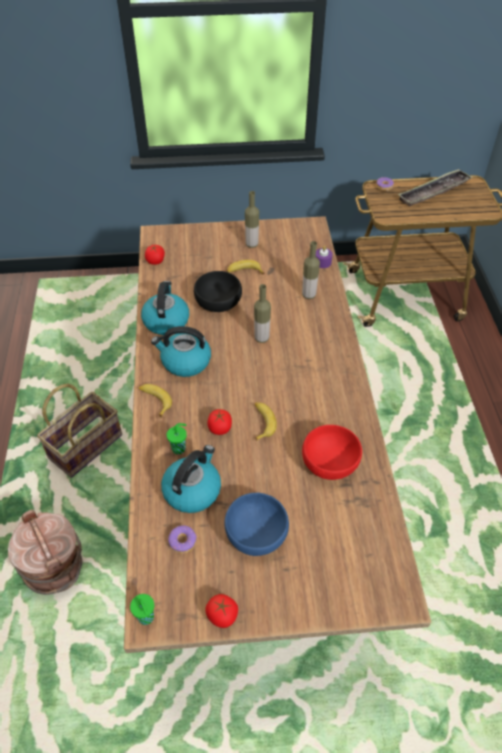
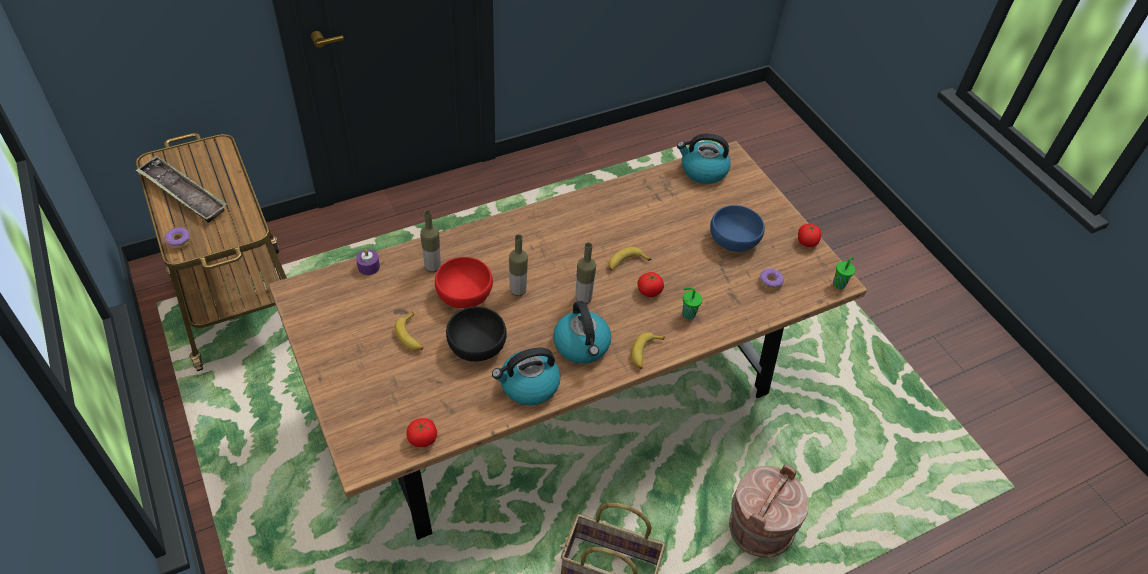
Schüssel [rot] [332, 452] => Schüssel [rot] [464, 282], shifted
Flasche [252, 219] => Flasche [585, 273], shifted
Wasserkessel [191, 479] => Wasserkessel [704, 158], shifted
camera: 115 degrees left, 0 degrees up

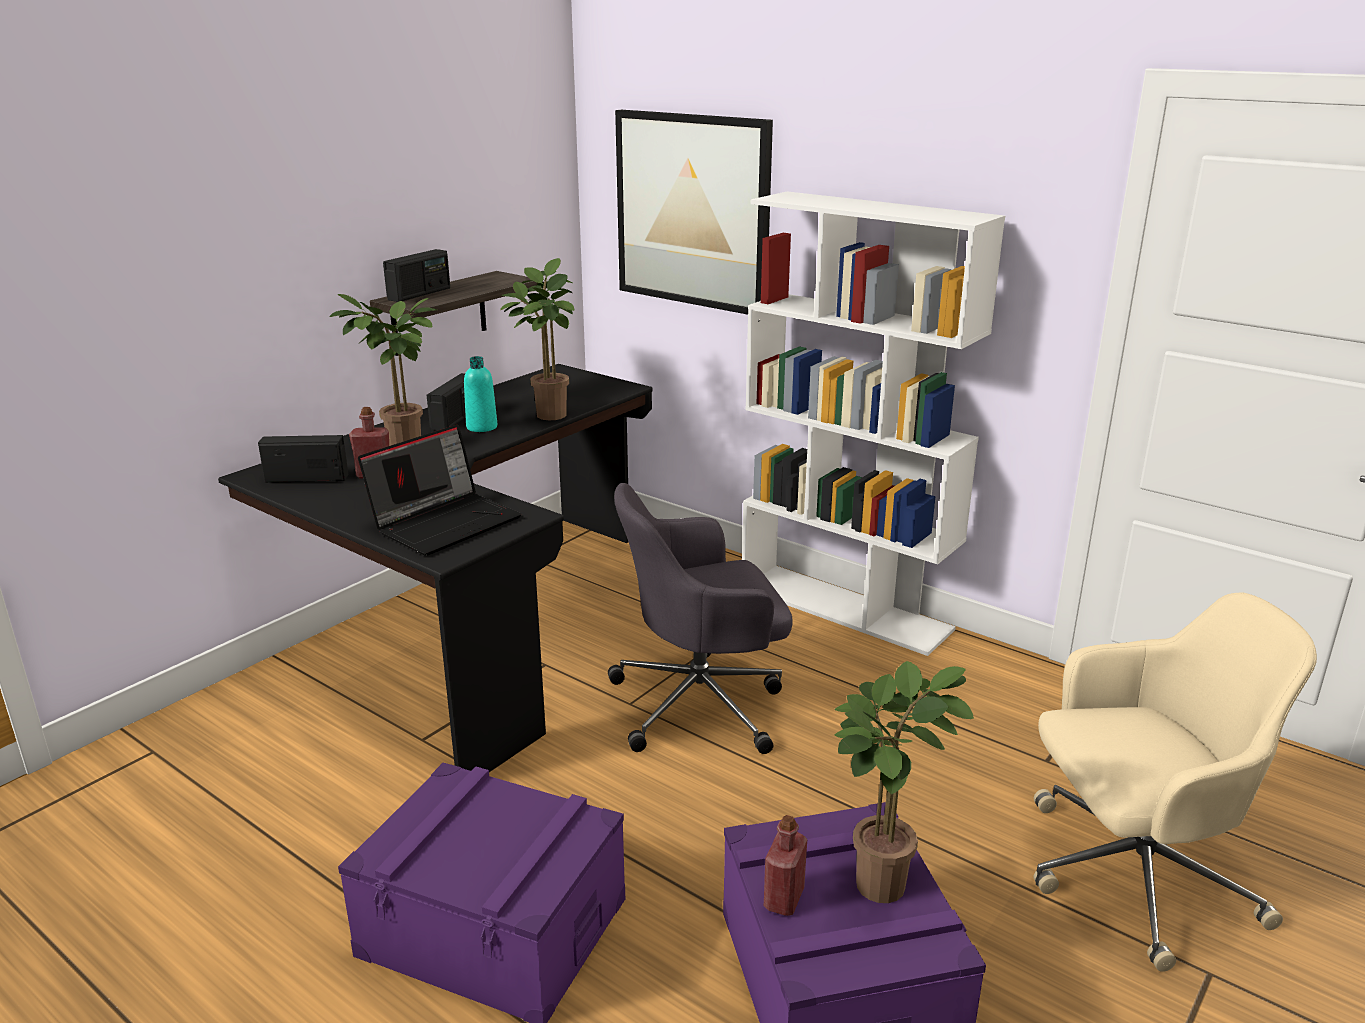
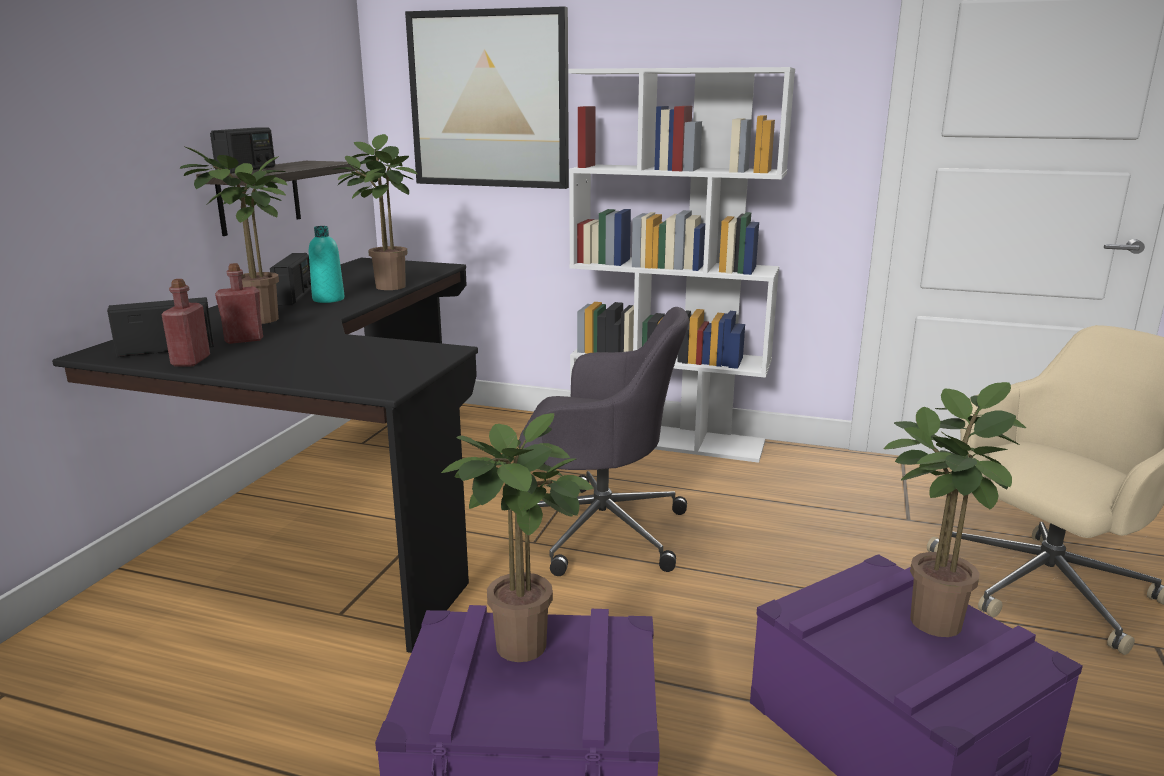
Flasche [rot] [785, 865] => Flasche [rot] [185, 323], shifted
nothing => Topfpflanze [517, 537]
Bürostuhl [grau] [700, 618] => Bürostuhl [grau] [604, 441], 135 degrees counterclockwise
Laptop [440, 490] => nothing
camera: 20 degrees left, 5 degrees down

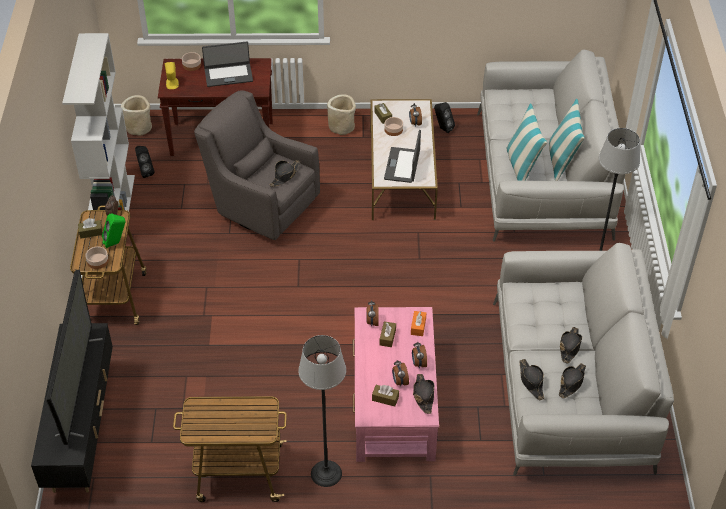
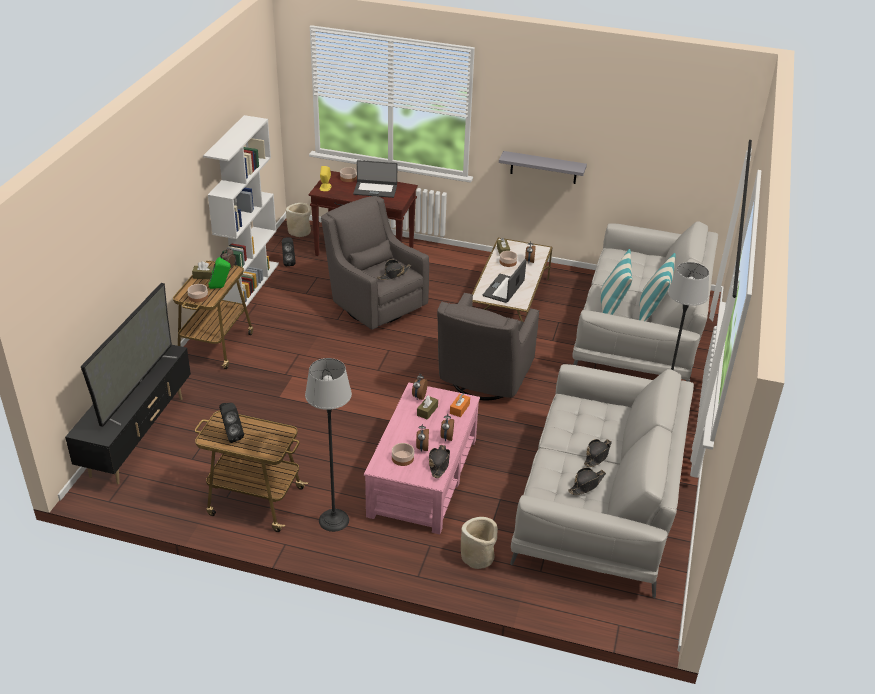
Lautsprecher [schwarz] [444, 117] => Lautsprecher [schwarz] [231, 423], shifted
Taschentuchbox [braun] [385, 396] => Schüssel [403, 454]
nothing => Sessel [grau] [488, 346]
Pflanzkübel [beige] [341, 114] => Pflanzkübel [beige] [479, 543], shifted
nothing => Wandregal [grau] [543, 167]
Hut [schwarz] [531, 379] => nothing
camera: 15 degrees right, 10 degrees down

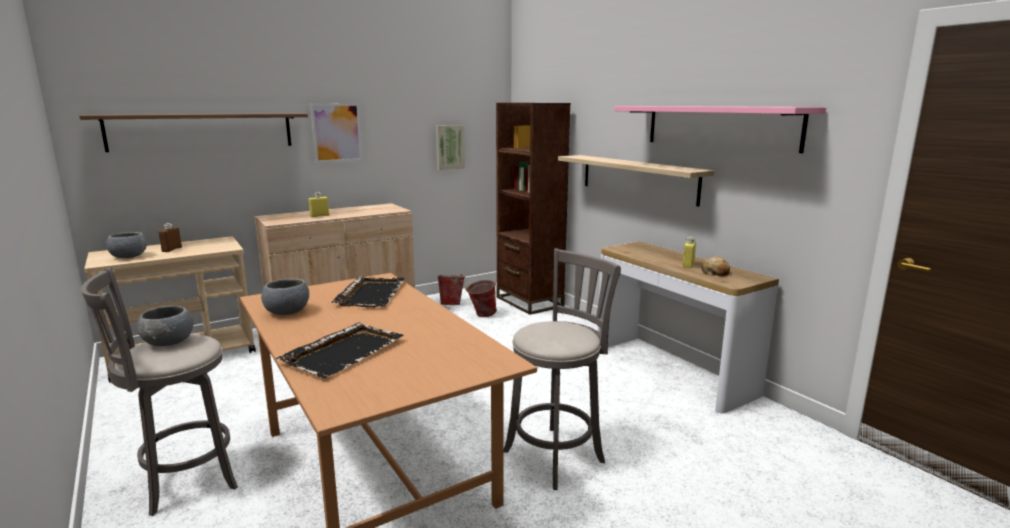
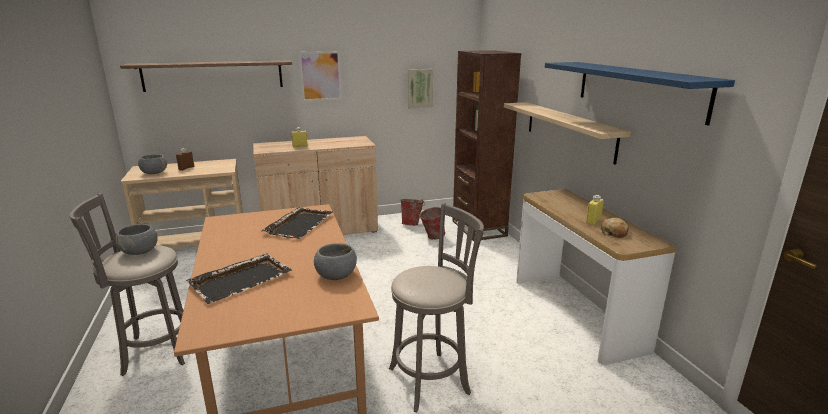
Schüssel [grau] [285, 296] => Schüssel [grau] [335, 261], shifted
Wandregal [rosa] [720, 129] => Wandregal [blau] [640, 93]
camera: 15 degrees right, 5 degrees up

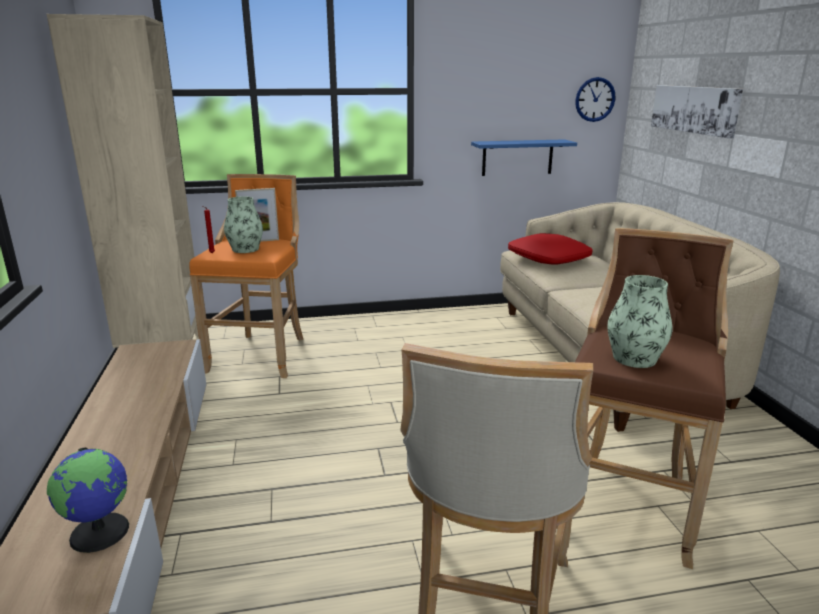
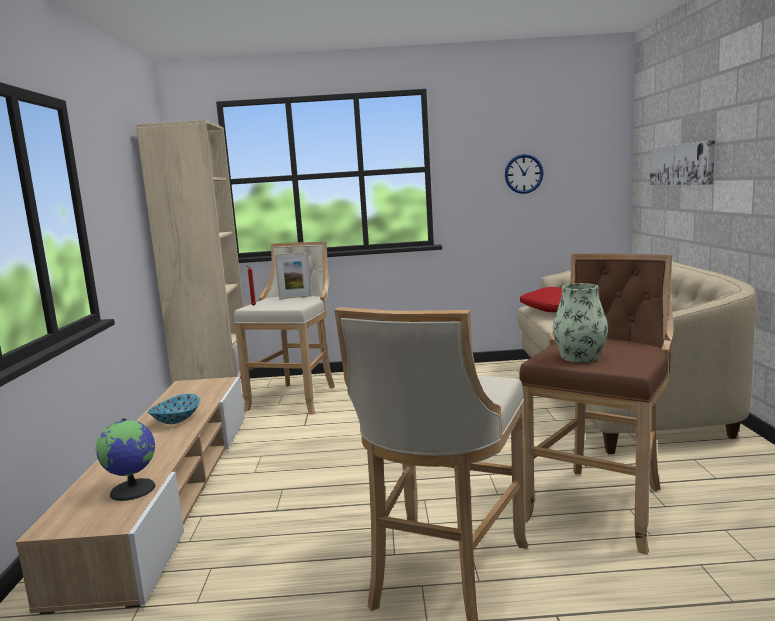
nothing => Schüssel [173, 409]
Hocker [orange] [246, 276] => Hocker [beige] [284, 328]
Wanduhr [595, 99] => Wanduhr [524, 174], shifted
Vase [243, 224] => nothing
Wandregal [blau] [524, 157] => nothing
camera: 10 degrees right, 10 degrees down

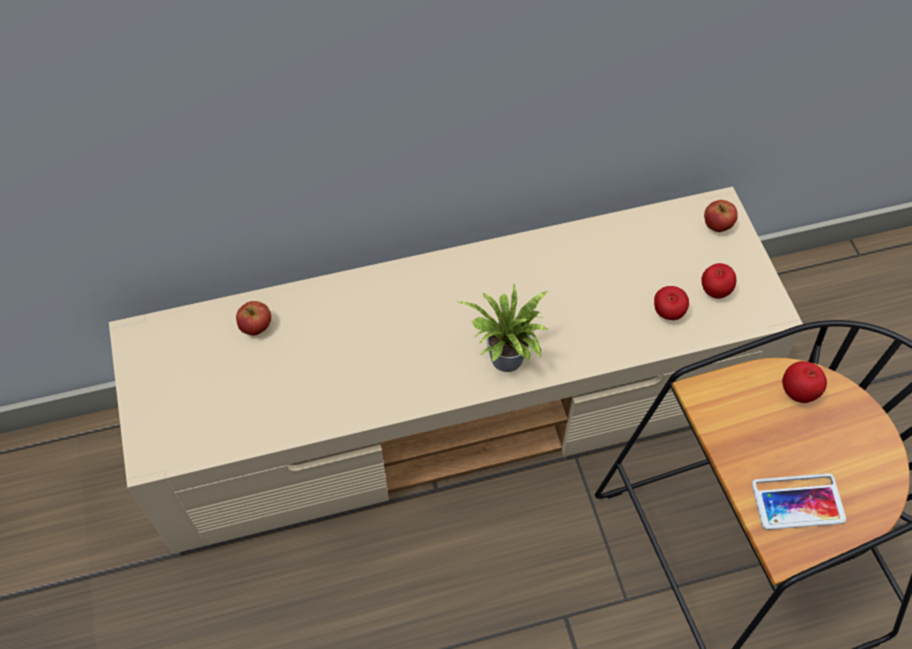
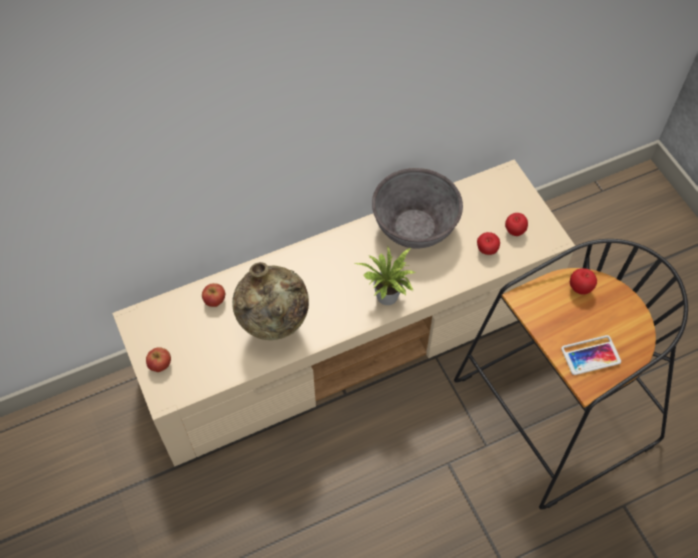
Apfel [721, 216] => Apfel [158, 359], shifted
nothing => Vase [beige] [270, 301]
nothing => Schüssel [grau] [417, 208]
camera: 10 degrees left, 0 degrees up

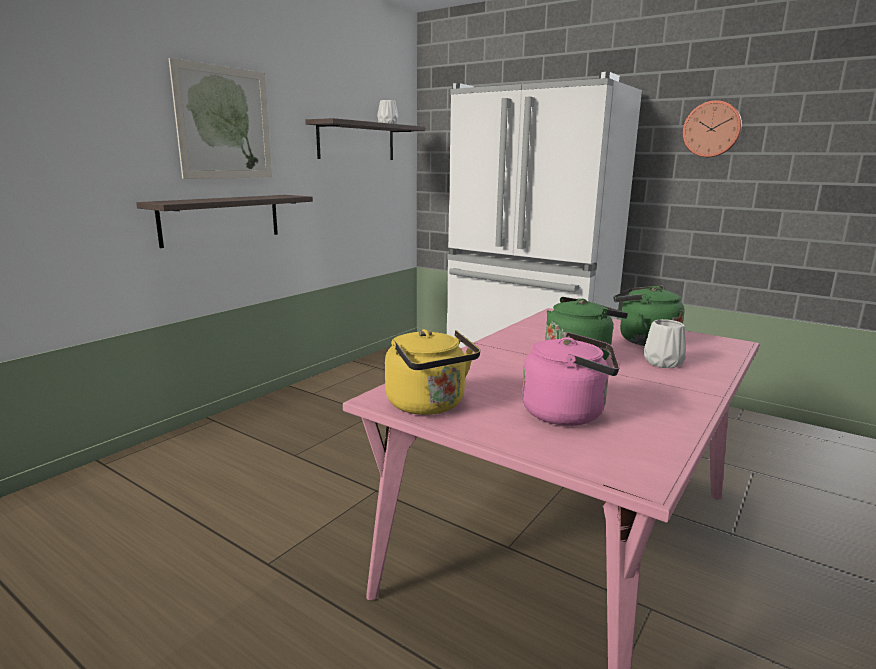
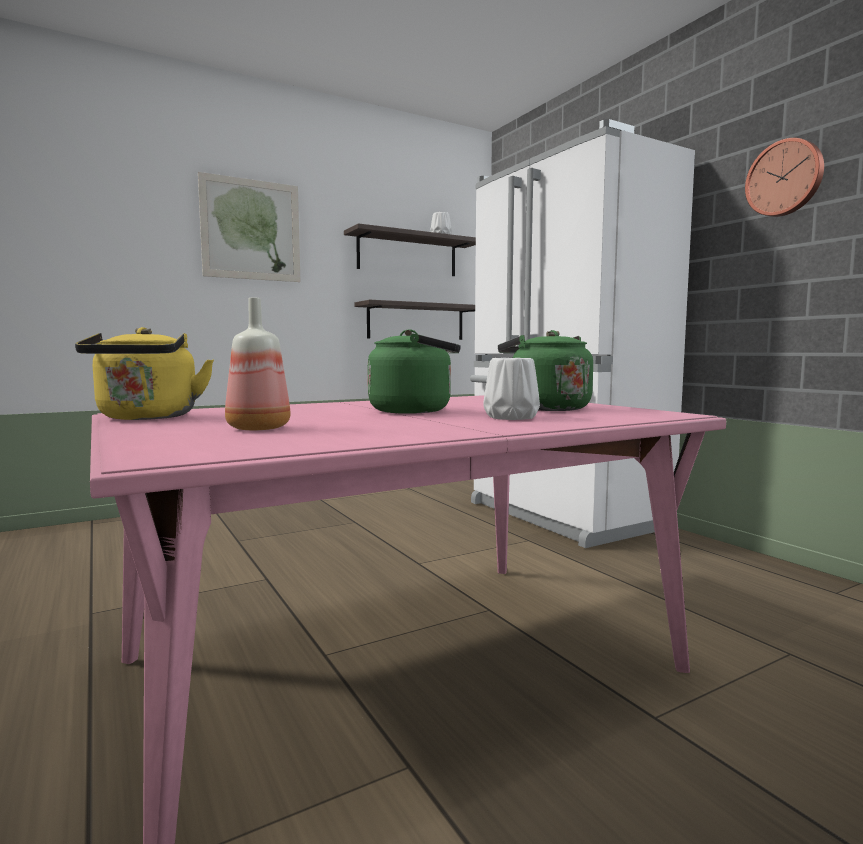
Wasserkessel [rosa] [570, 379] => Flasche [258, 364]
Wandregal [224, 221] => Wandregal [414, 320], shifted
camera: 25 degrees right, 10 degrees down

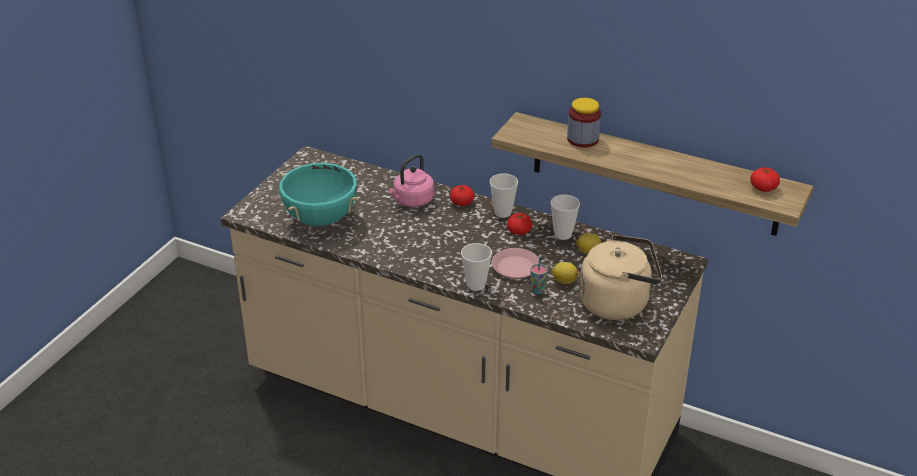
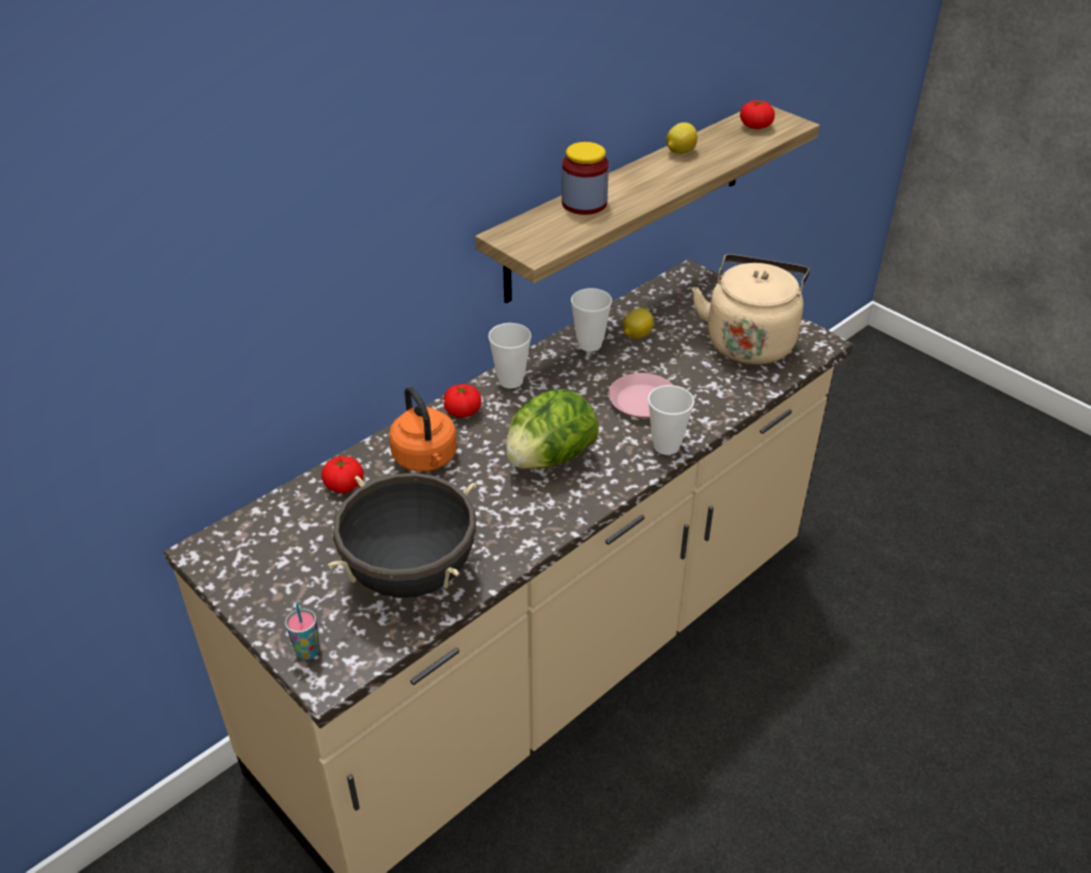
Tasse [539, 275] => Tasse [302, 631], shifted
Tomate [519, 224] => Tomate [343, 474], shifted
Kochtopf [türkis] [318, 194] => Kochtopf [schwarz] [402, 535]
Wasserkessel [rosa] [411, 180] => Wasserkessel [orange] [423, 429]
nothing => Salatkopf [552, 429]
Zitrone [565, 273] => Zitrone [682, 138], shifted
camera: 70 degrees left, 5 degrees up

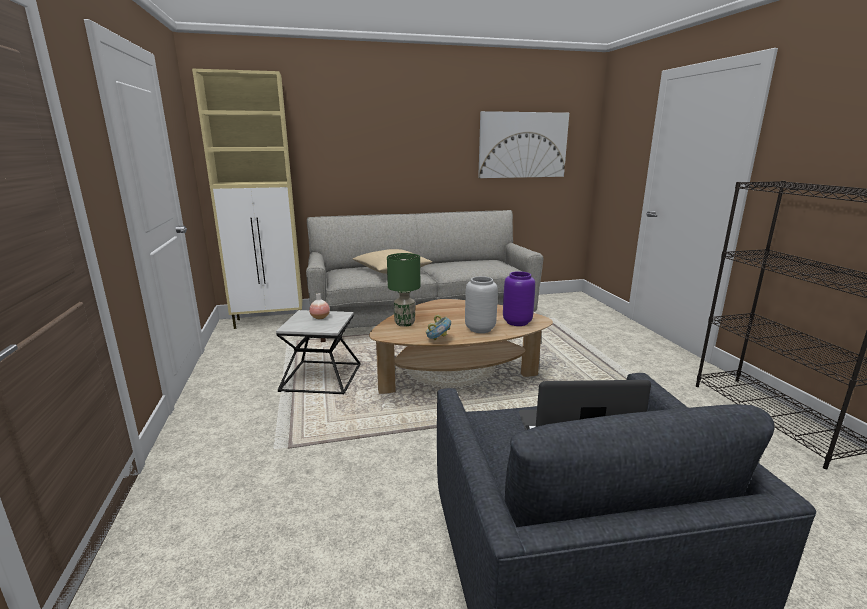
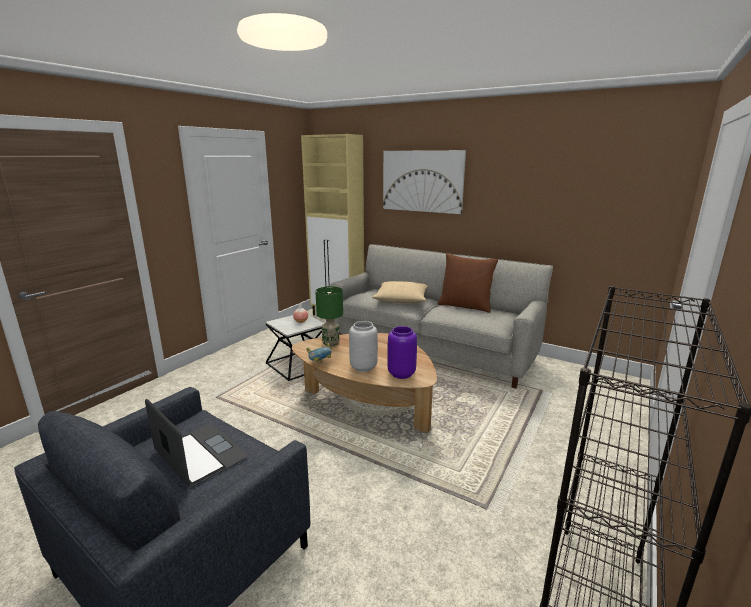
Bild [523, 144] => Bild [424, 182], shifted
nothing => Kissen [braun] [468, 283]
camera: 45 degrees right, 0 degrees up

